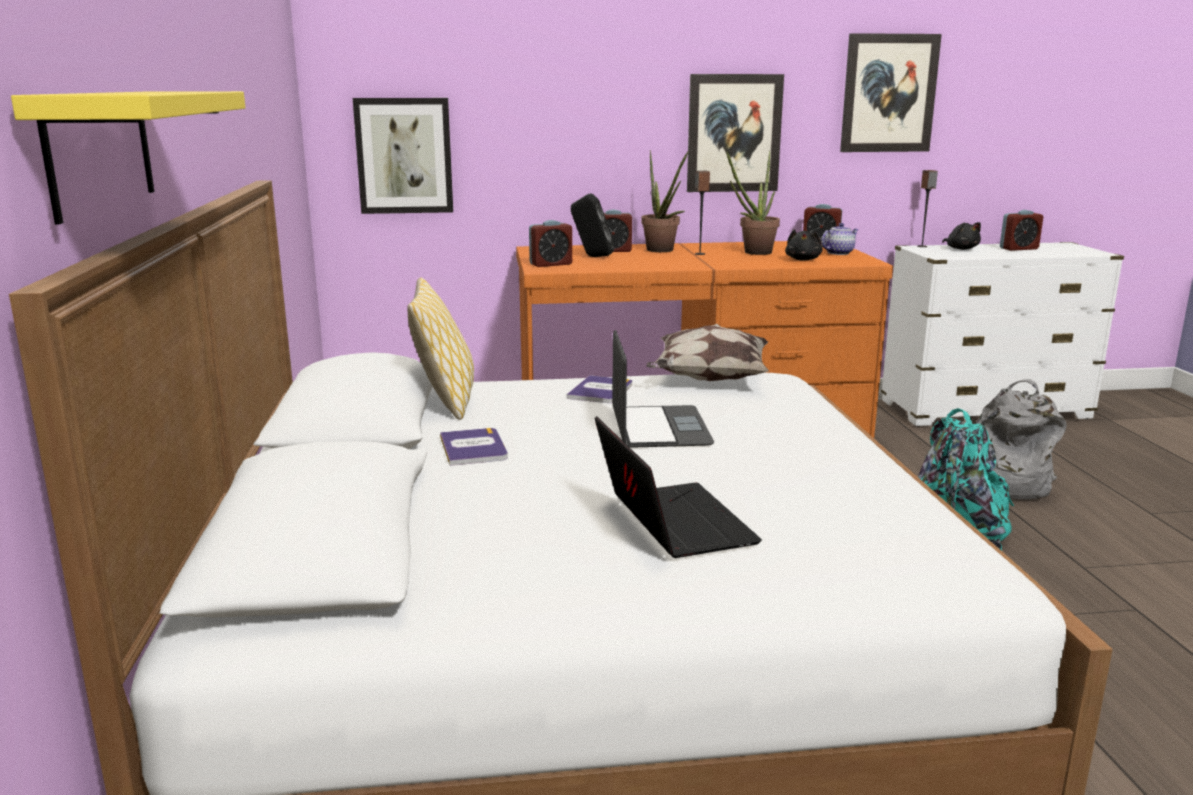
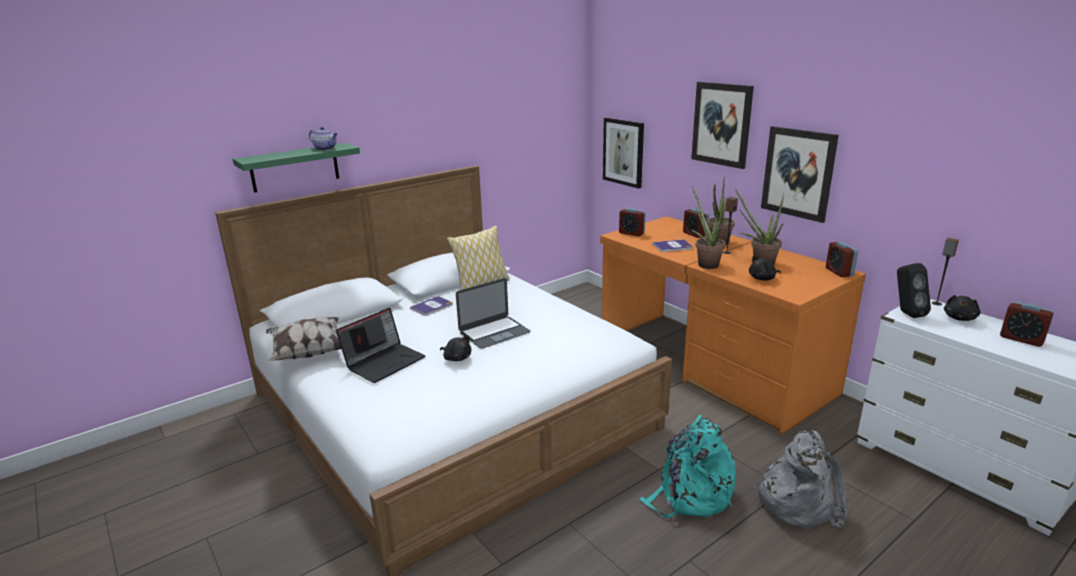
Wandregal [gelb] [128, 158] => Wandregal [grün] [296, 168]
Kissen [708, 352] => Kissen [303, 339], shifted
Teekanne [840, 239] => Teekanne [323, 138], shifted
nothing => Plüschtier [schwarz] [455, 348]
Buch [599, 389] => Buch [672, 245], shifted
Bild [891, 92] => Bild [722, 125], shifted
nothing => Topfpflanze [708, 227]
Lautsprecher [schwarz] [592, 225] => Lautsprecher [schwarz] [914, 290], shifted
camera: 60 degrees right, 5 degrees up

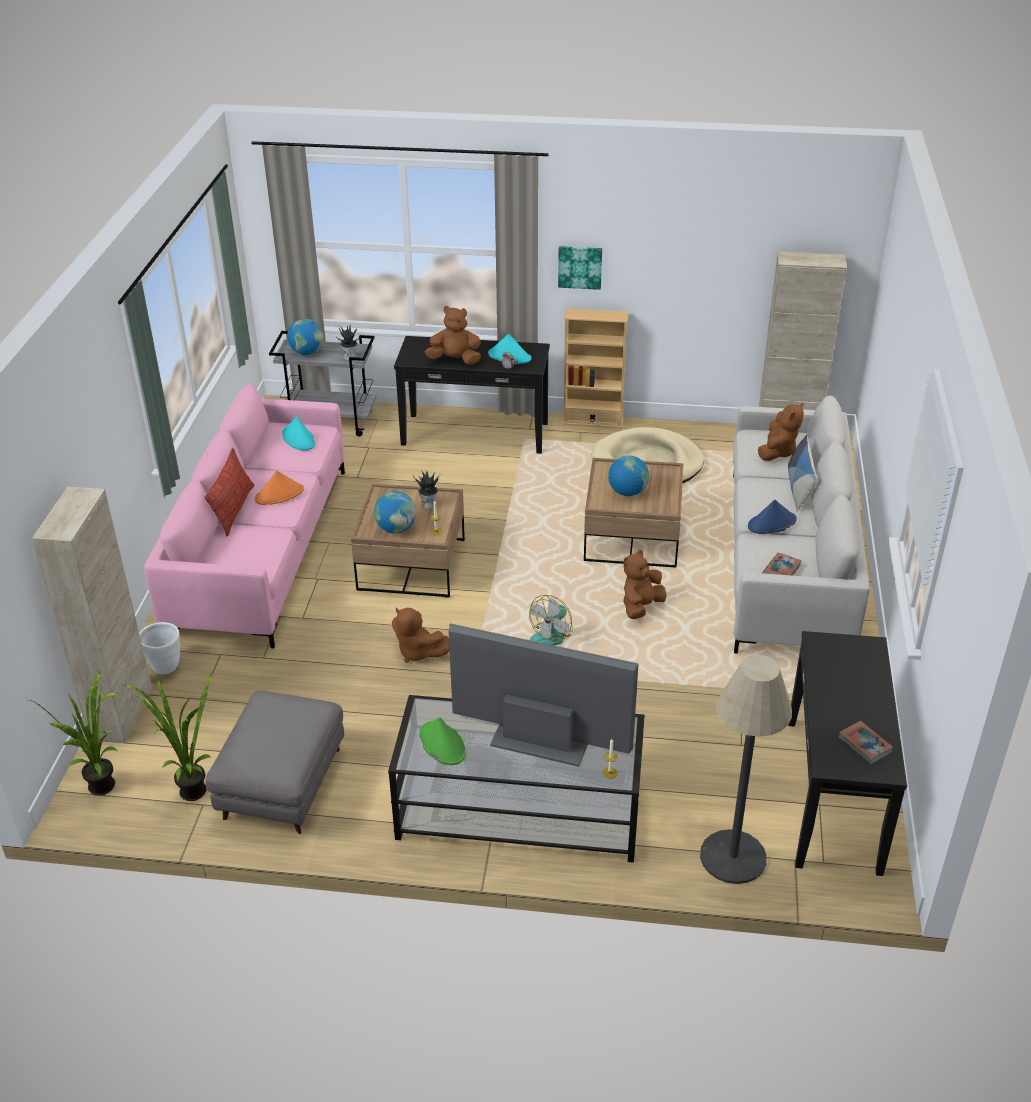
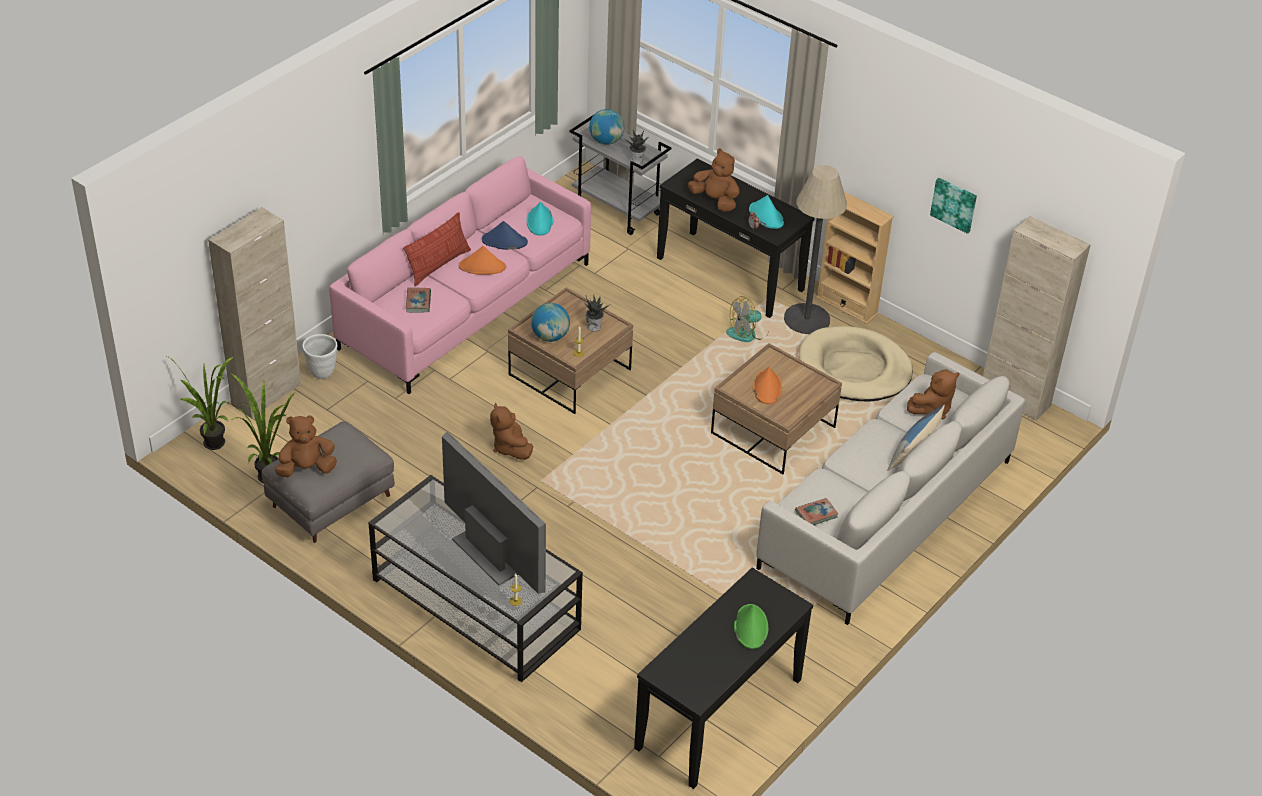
Plüschtier [braun] [644, 584] => Plüschtier [braun] [306, 446], shifted
Buch [866, 743] => Buch [418, 300], shifted
Hut [blau] [772, 517] => Hut [blau] [505, 235], shifted
Ventilator [551, 620] => Ventilator [747, 319], shifted
Hut [grün] [442, 741] => Hut [grün] [751, 626], shifted
Globus [628, 476] => Hut [orange] [767, 385]
Stehlampe [746, 769] => Stehlampe [815, 249], shifted
Bild [580, 268] => Bild [953, 206], shifted
camera: 30 degrees right, 5 degrees up

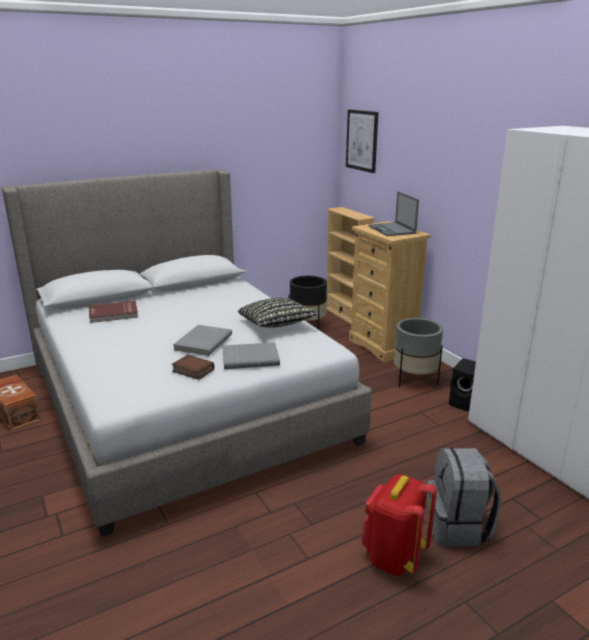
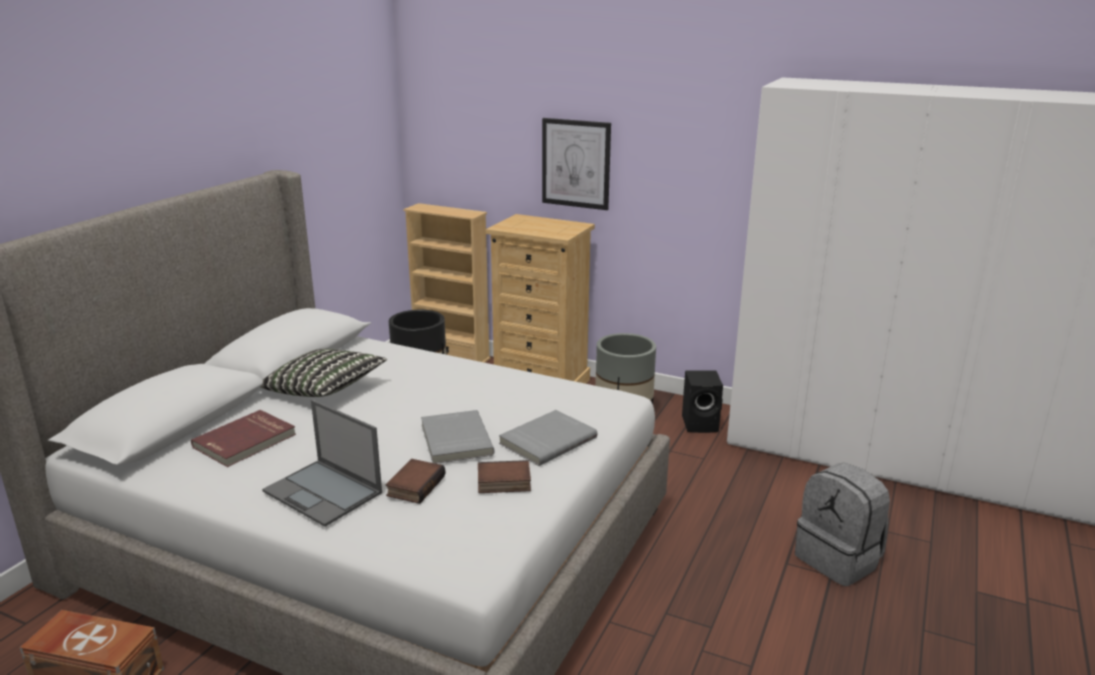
Kissen [278, 313] => Kissen [324, 373], shifted
Laptop [393, 214] => Laptop [322, 463], shifted
nothing => Buch [415, 481]
Bild [362, 141] => Bild [576, 164], shifted
Rucksack [rot] [399, 525] => nothing
camera: 35 degrees left, 0 degrees up

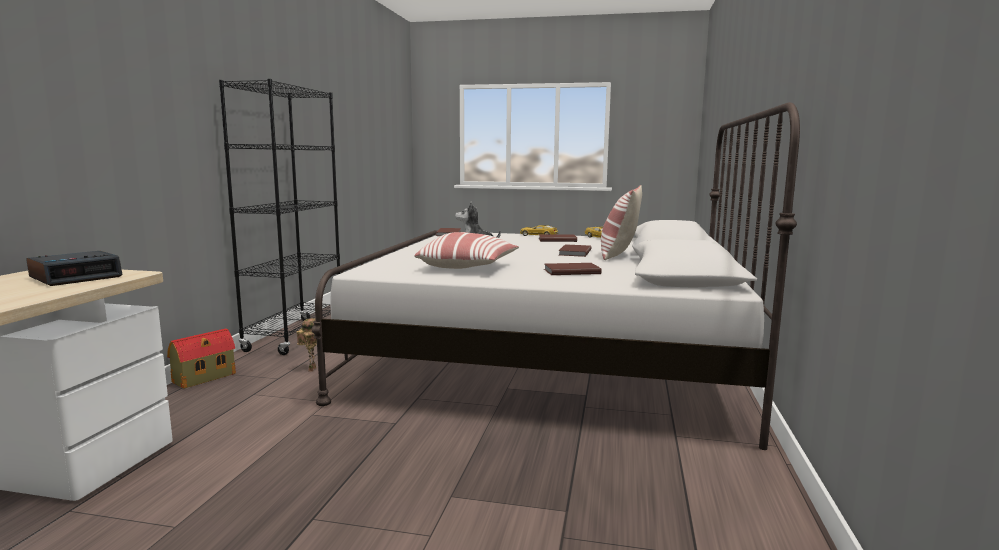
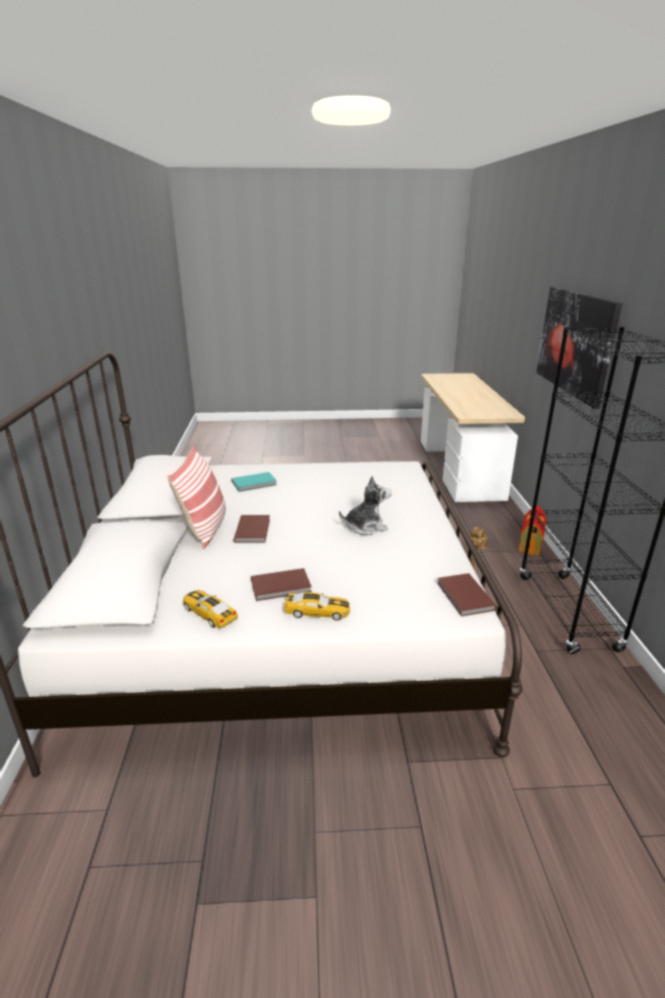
Buch [braun] [573, 269] => Buch [türkis] [254, 482]
nothing => Bild [579, 348]
Wecker [75, 268] => nothing
Kissen [466, 250] => nothing
camera: 165 degrees right, 15 degrees up

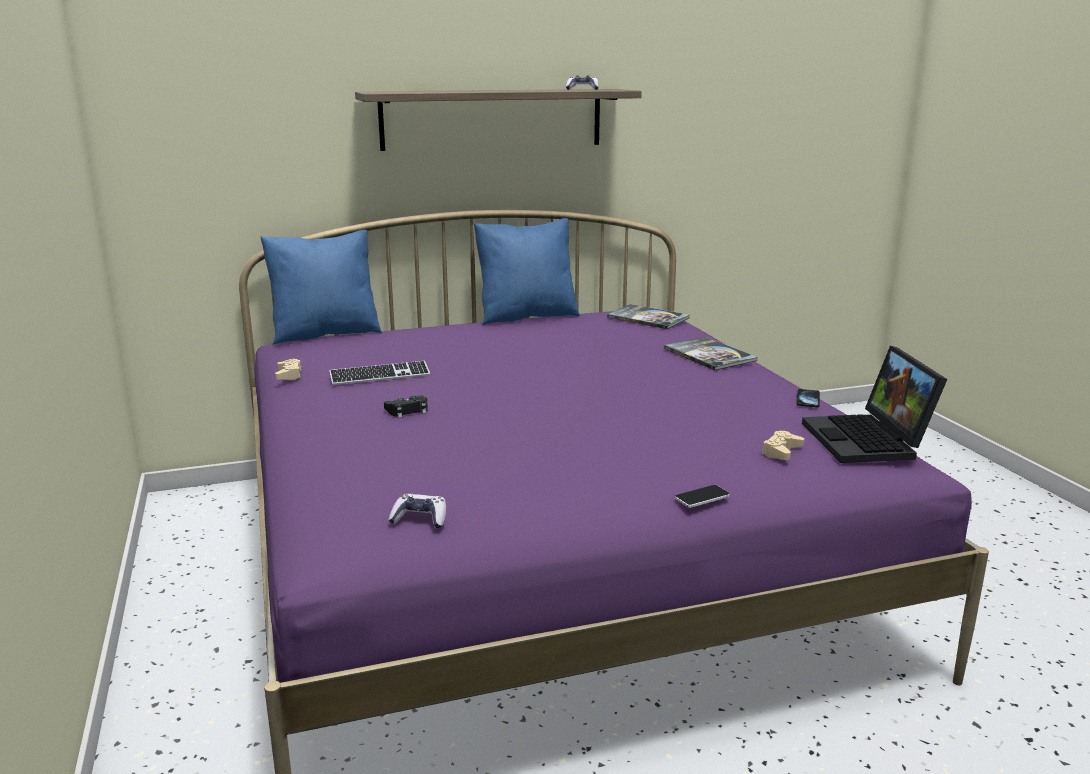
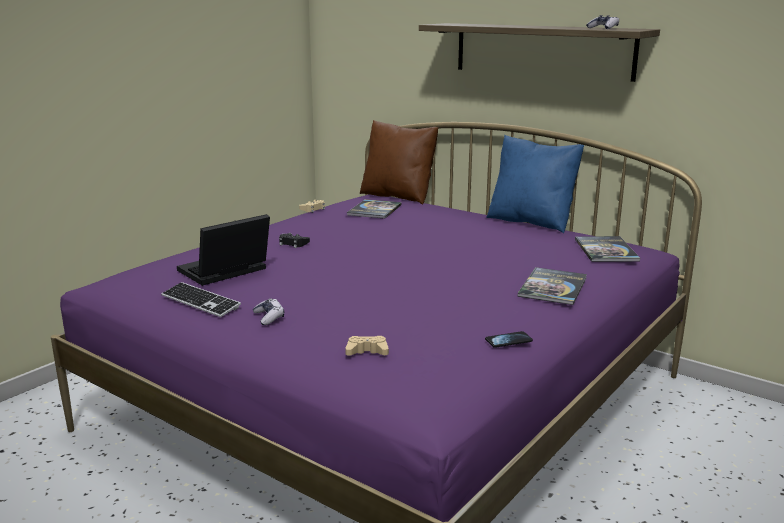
Tastatur [379, 373] => Tastatur [201, 299], shifted
Laptop [874, 404] => Laptop [223, 250], shifted
Gamepad [417, 511] => Gamepad [268, 311], shifted
nothing => Buch [374, 209]
Kissen [blau] [321, 287] => Kissen [braun] [399, 162]
Handy [702, 496] => nothing
camera: 55 degrees right, 0 degrees up

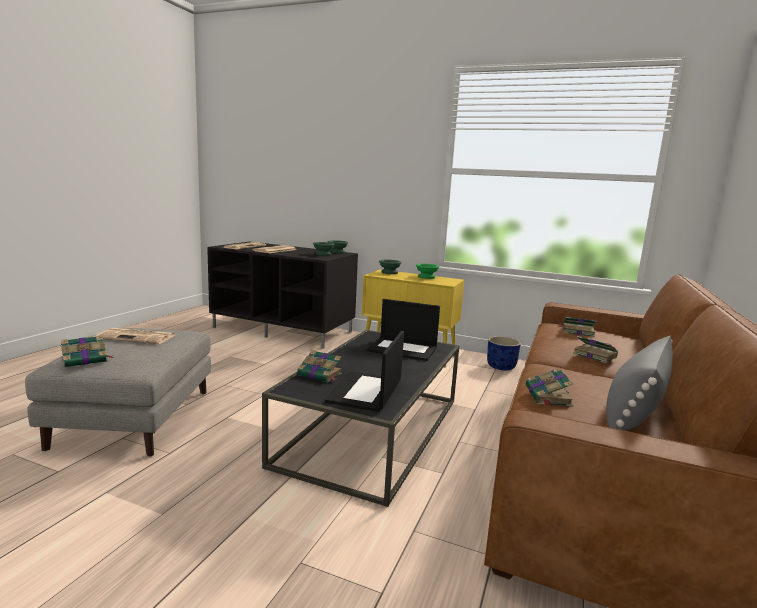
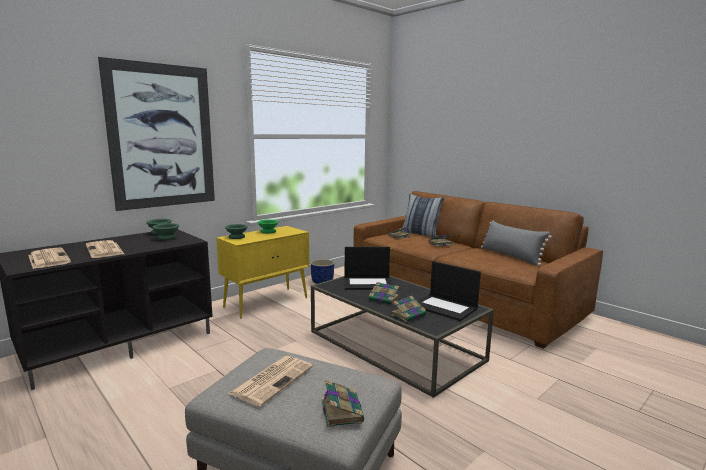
nothing => Bild [156, 134]
Laptop [403, 330] => Laptop [368, 268], 45 degrees clockwise
Buch [550, 387] => Buch [384, 293], shifted
nothing => Kissen [423, 215]
camera: 65 degrees left, 0 degrees up

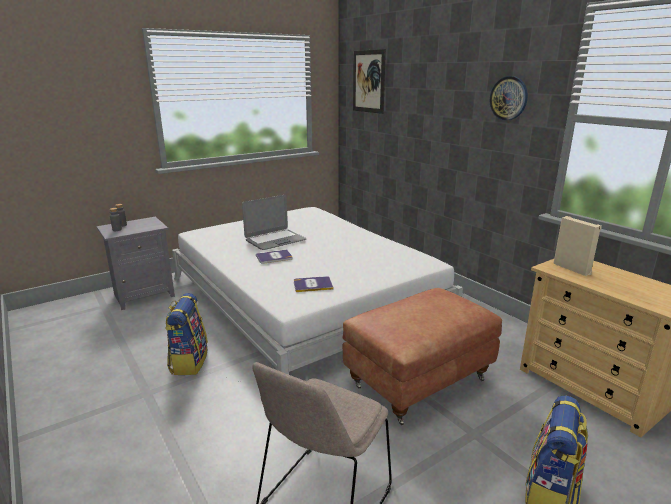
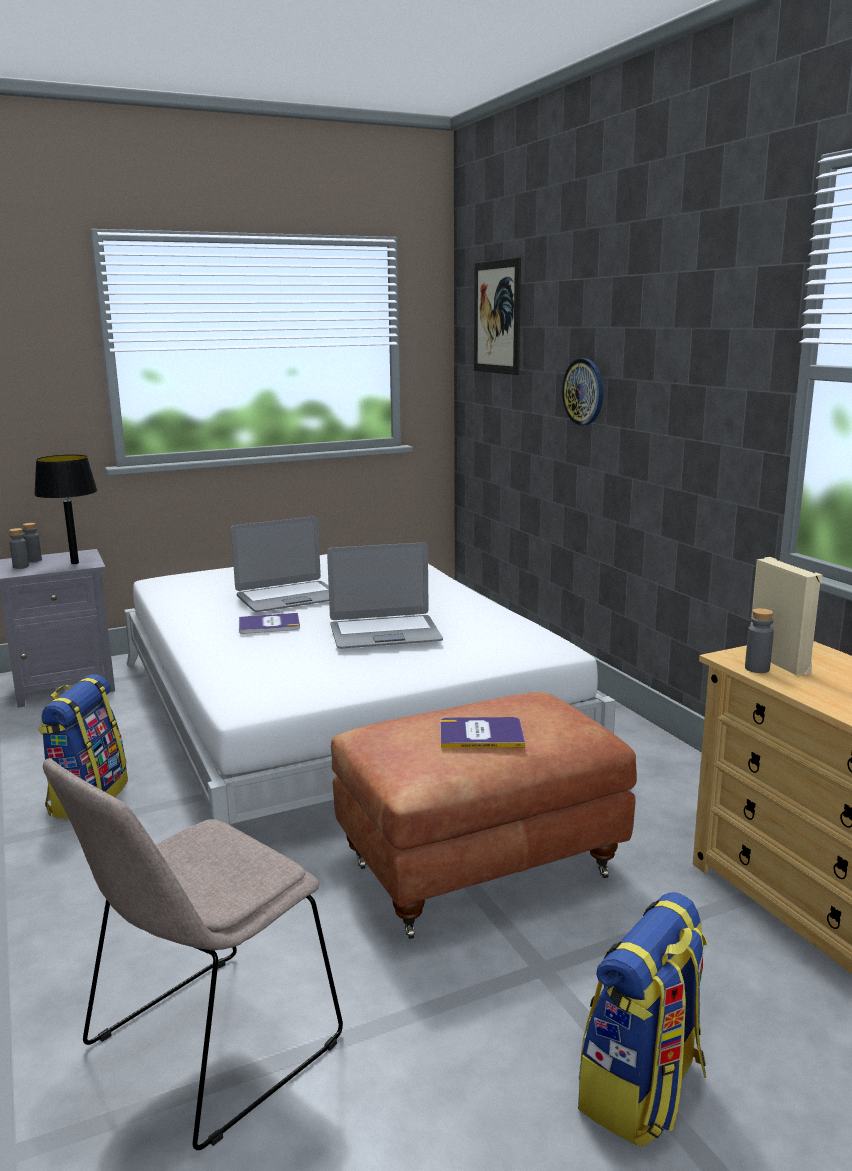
nothing => Tischlampe [schwarz] [66, 509]
nothing => Laptop [385, 595]
Buch [313, 284] => Buch [482, 732], shifted
Wanduhr [509, 98] => Wanduhr [582, 392], shifted
nothing => Flasche [grau] [759, 640]
camera: 10 degrees right, 5 degrees down

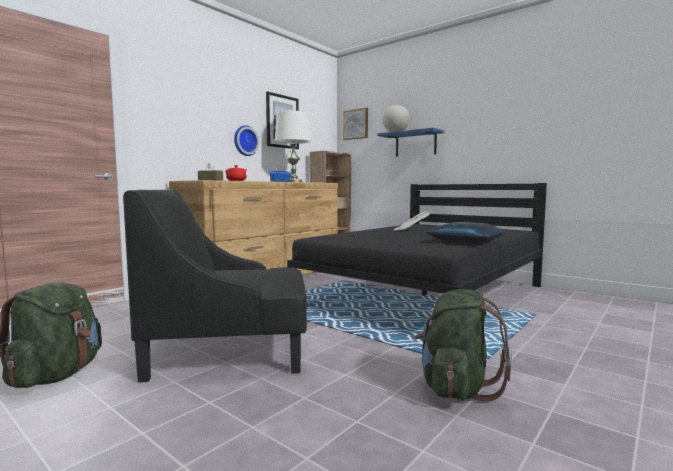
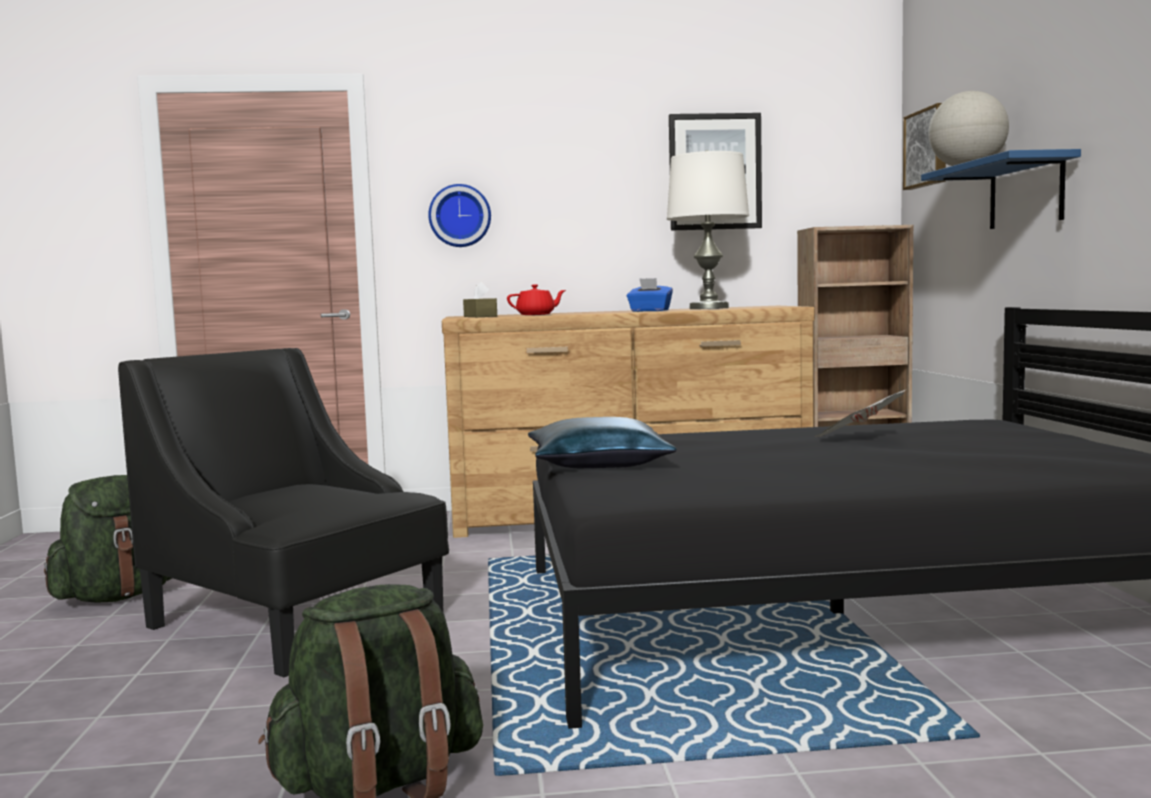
Wanduhr [246, 141] => Wanduhr [459, 215], shifted
Kissen [blau] [466, 233] => Kissen [blau] [602, 442], shifted
camera: 45 degrees right, 0 degrees up

